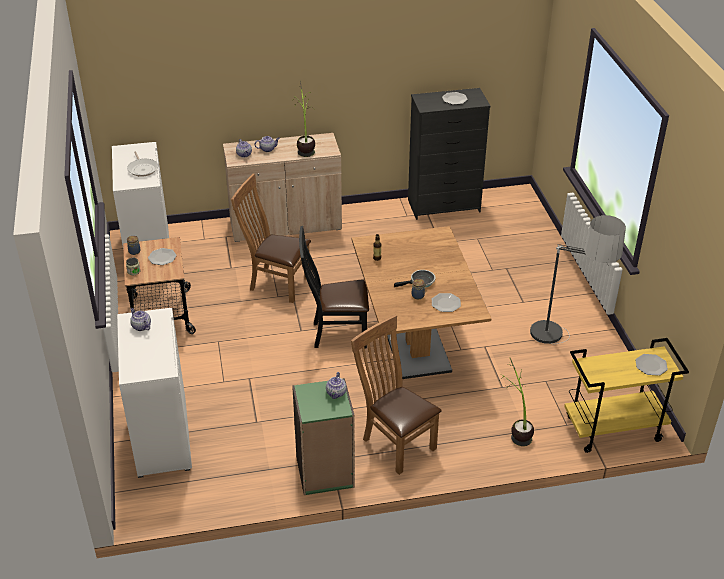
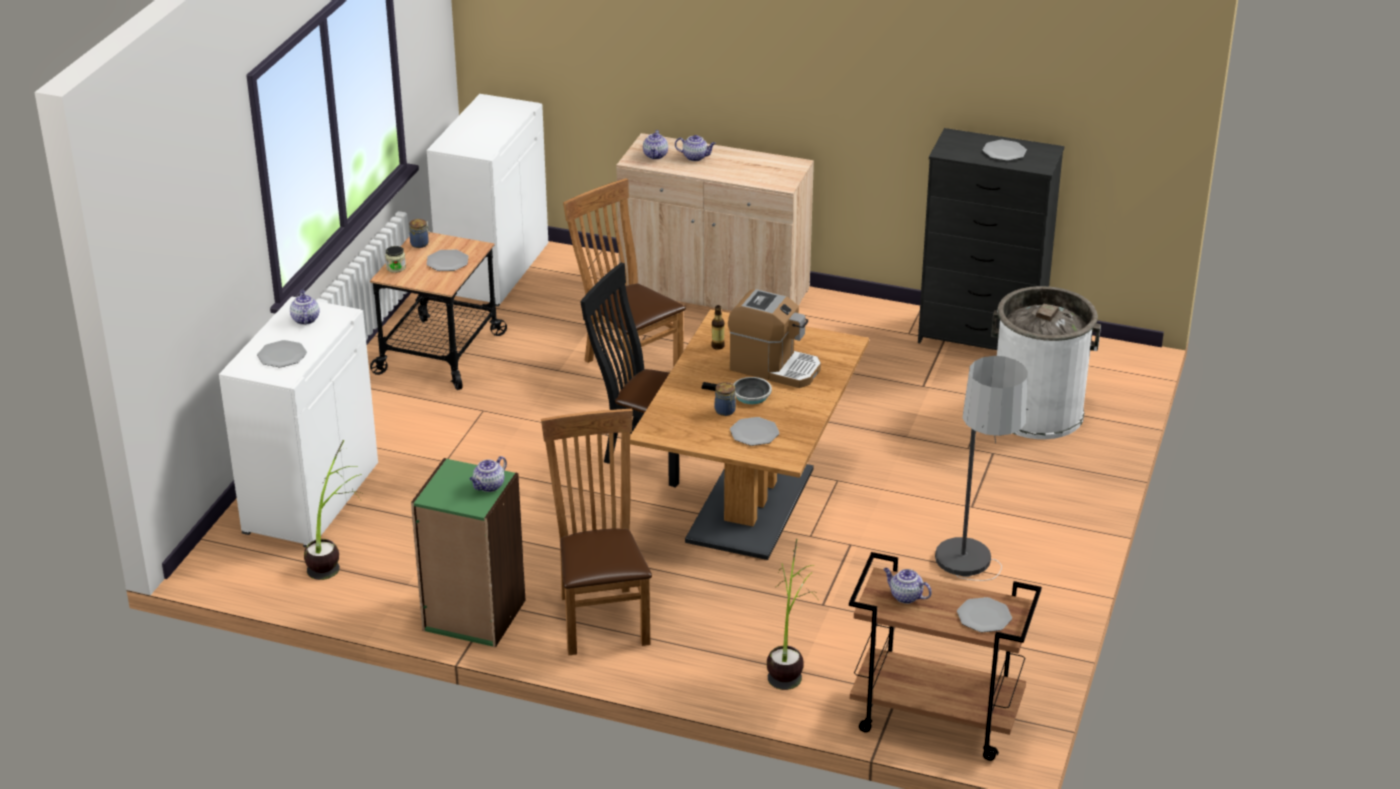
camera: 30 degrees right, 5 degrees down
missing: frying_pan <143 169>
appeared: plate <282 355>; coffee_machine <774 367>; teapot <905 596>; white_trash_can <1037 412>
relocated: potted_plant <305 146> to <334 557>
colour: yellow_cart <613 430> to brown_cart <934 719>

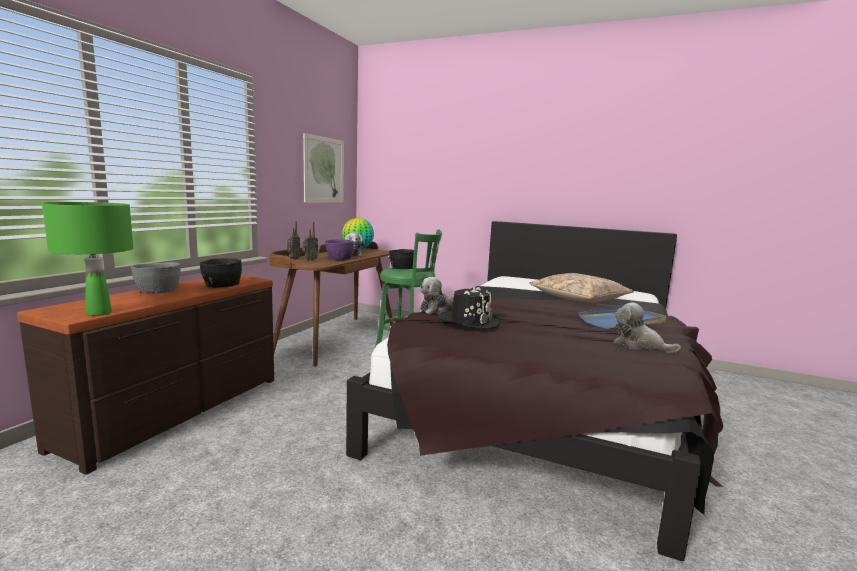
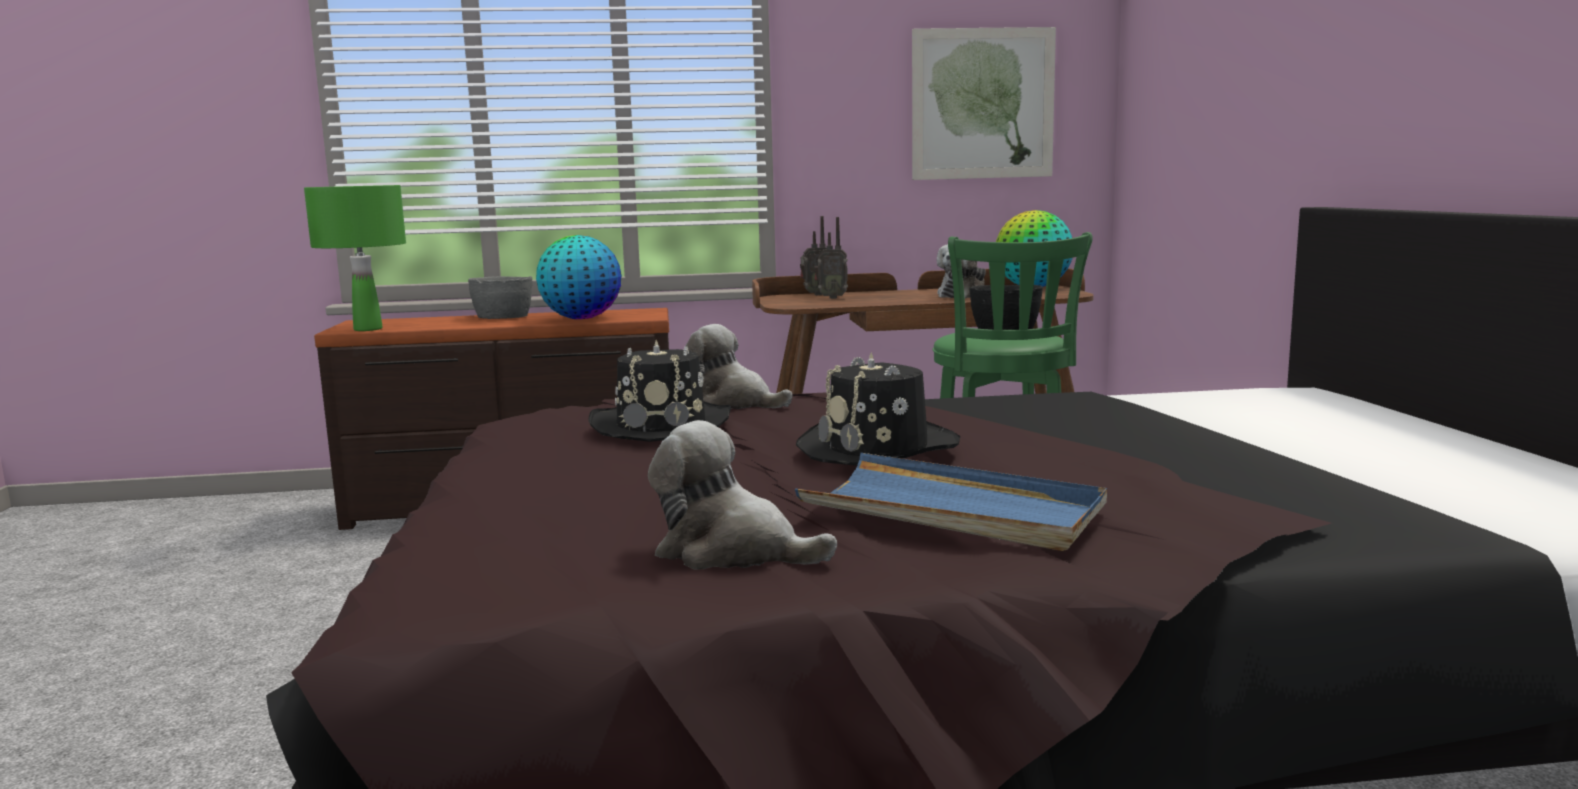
camera: 60 degrees right, 0 degrees up
missing: purple_bowl <339 259>; beige_pillow <579 298>
appeared: black_hat <879 448>
exchanged: black_bowl <221 285> to globe <581 319>
spun: plush_toy <639 345> = <732 552> 75 degrees counterclockwise

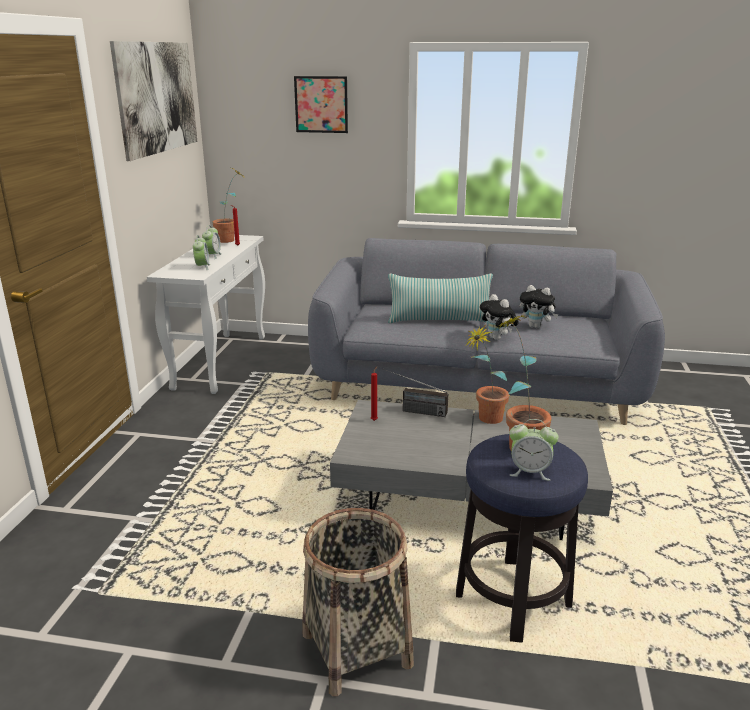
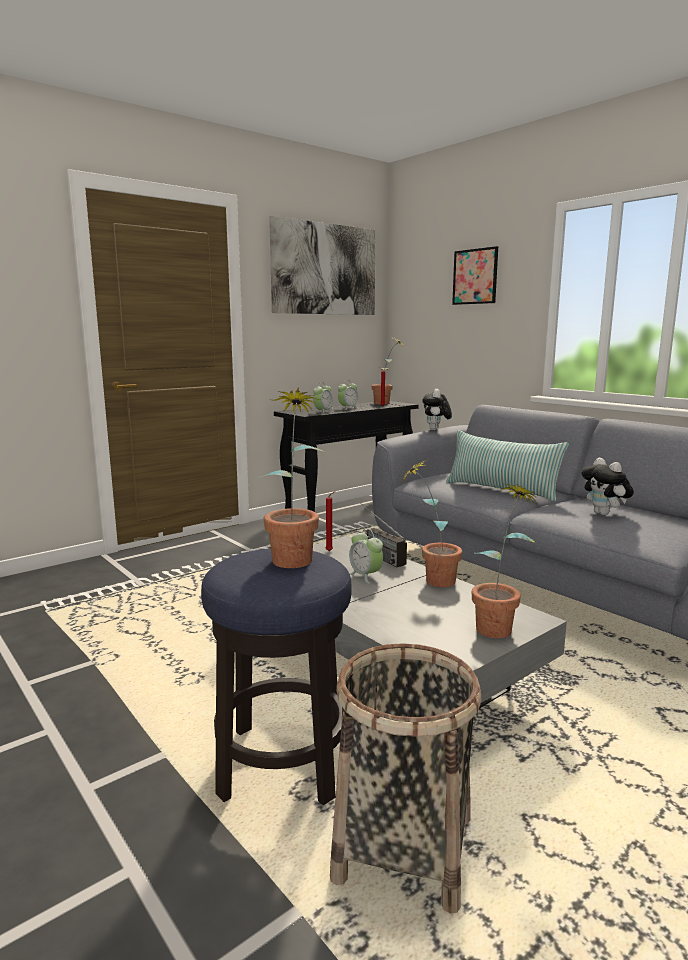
camera: 40 degrees right, 10 degrees down
appeared: potted_plant <499 626>
relocated: basket <356 648> to <403 847>; plush_toy <497 338> to <436 430>; alarm_clock <529 472> to <365 576>
colour: white_console_table <221 361> to black_console_table <349 510>

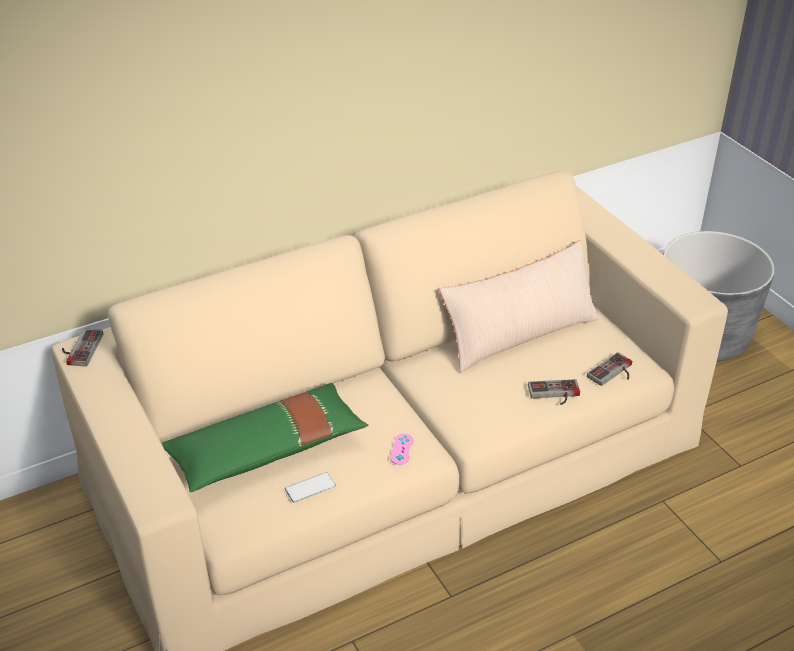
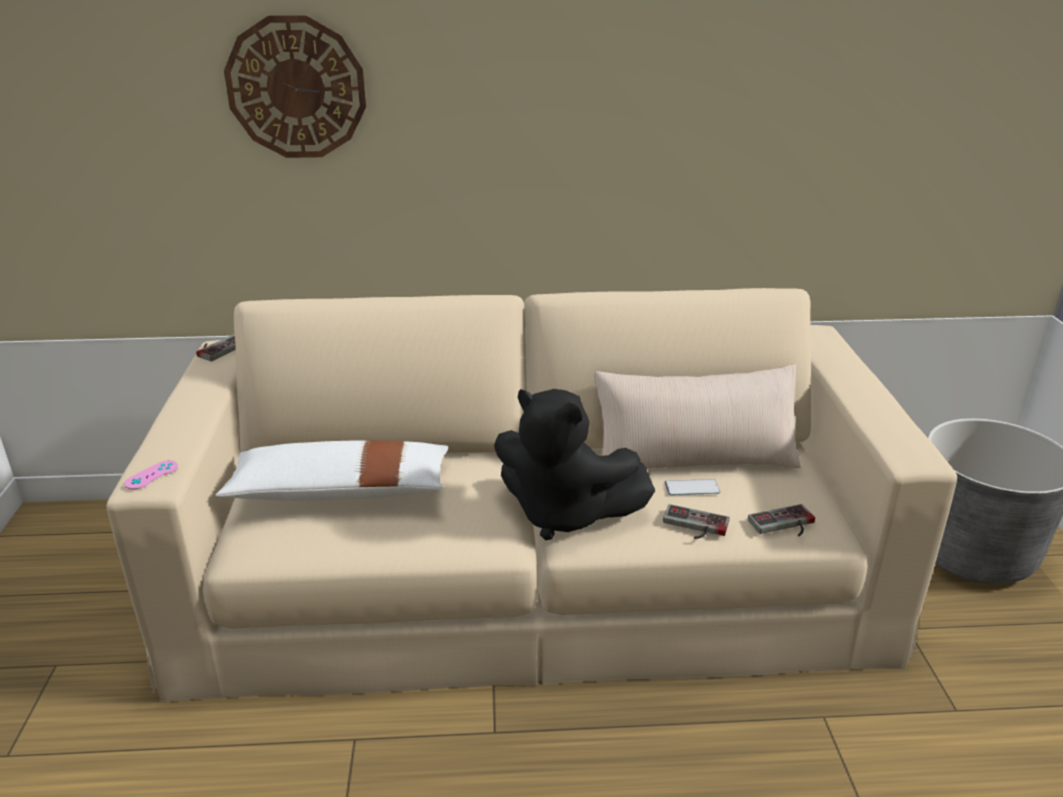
camera: 25 degrees right, 10 degrees down
appeared: wall_clock <296 88>; black_plush_toy <564 514>
relocated: phone <310 487> to <692 488>; pink_game_controller <402 449> to <151 475>
colour: green_pillow <267 450> to white_pillow <340 491>

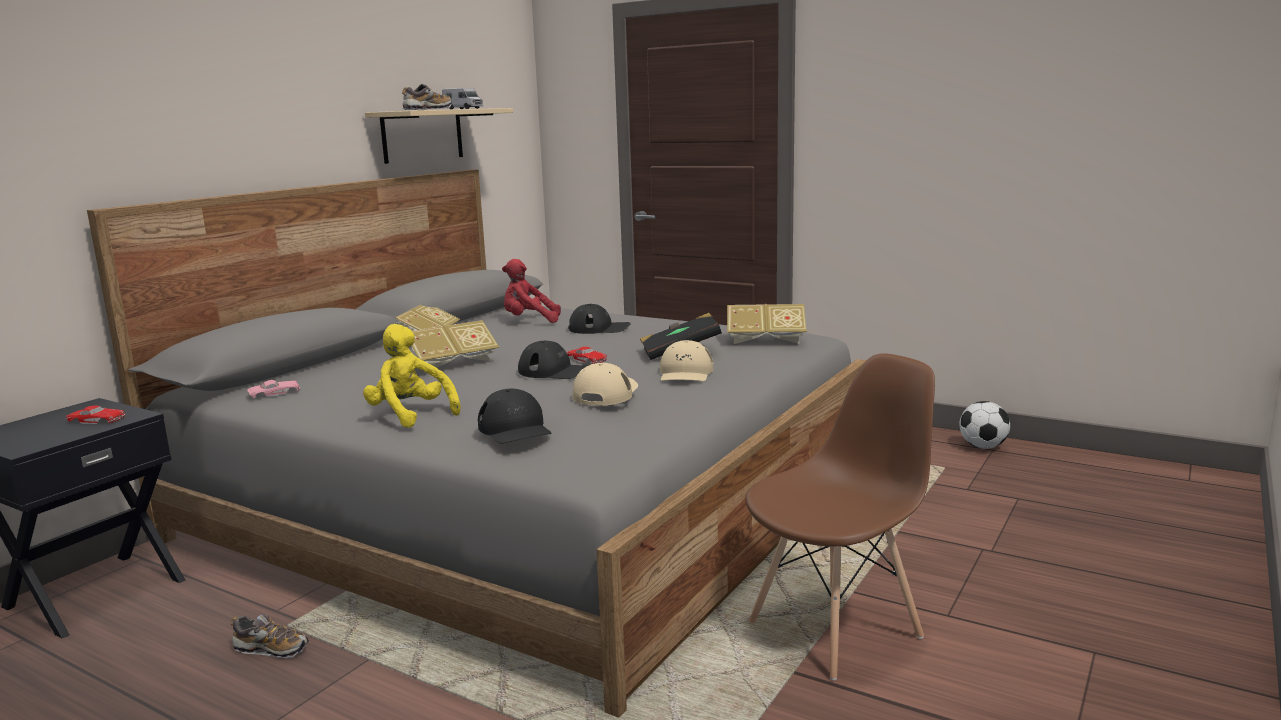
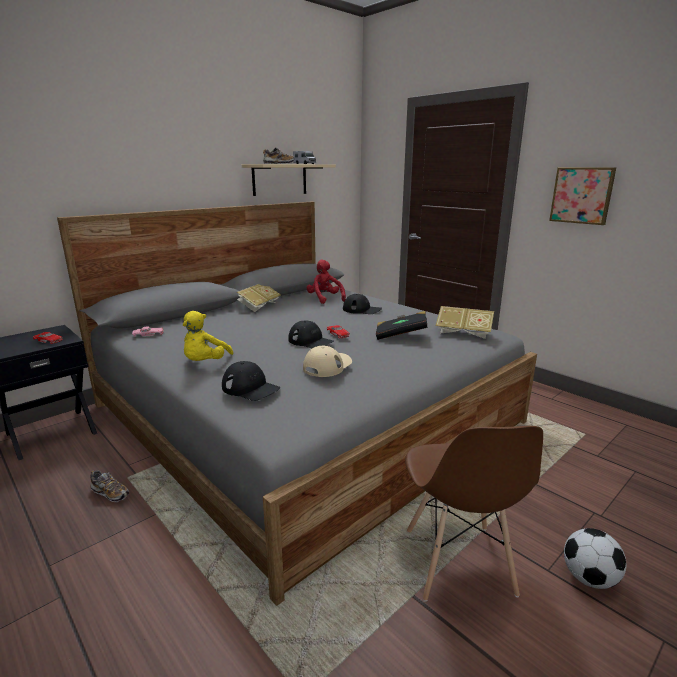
camera: 15 degrees right, 5 degrees up
missing: book <453 363>; beige_cap <685 373>
appeared: picture <582 195>
relocated: football <983 447> to <589 578>
spun: yellow_plush_toy <410 415> = <205 363> 135 degrees counterclockwise; black_cap <515 429> = <250 388> 45 degrees counterclockwise; red_plush_toy <529 321> = <325 299> 45 degrees clockwise; brown_chair <836 629> = <458 562> 105 degrees clockwise

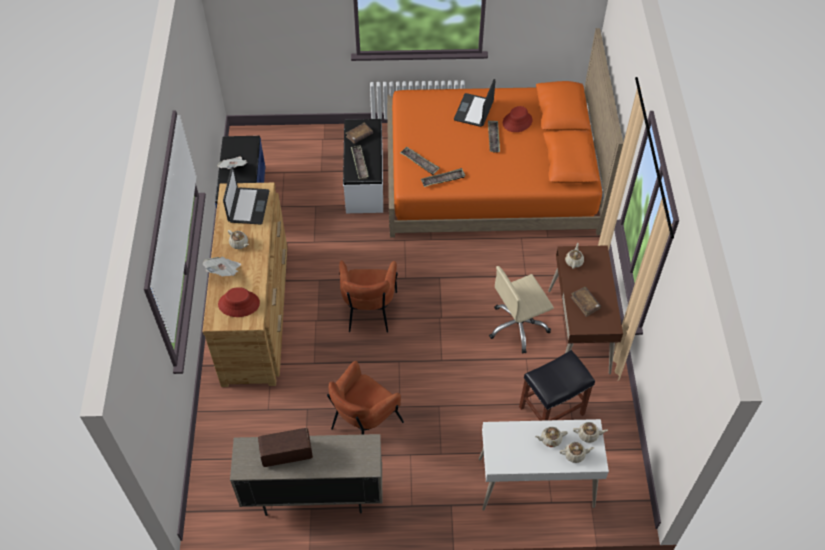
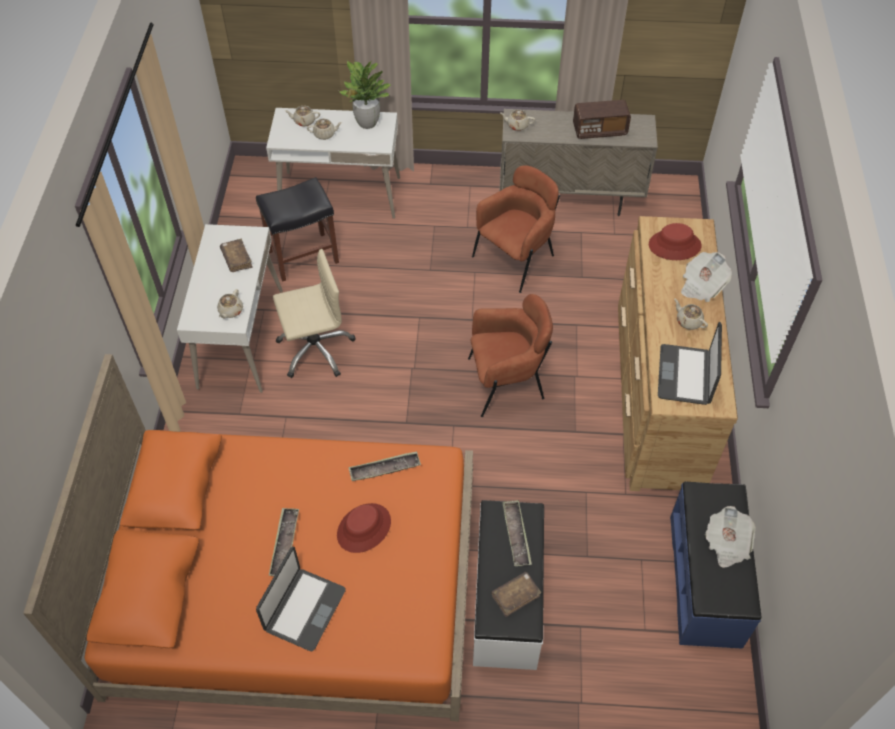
camera: 175 degrees left, 0 degrees up
missing: tray <419 162>
appeared: potted_plant <367 123>
relocated: red_hat <517 121> to <364 528>; beige_teapot <588 435> to <517 125>
colour: brown_desk <579 331> to white_desk <240 338>
spun: brown_armchair <369 311> = <506 382> 75 degrees clockwise

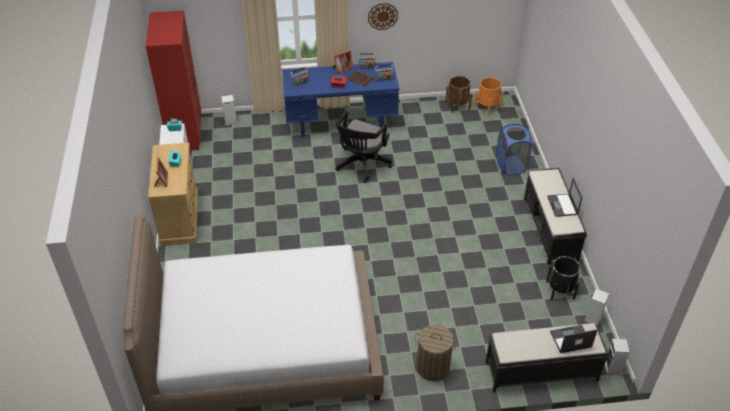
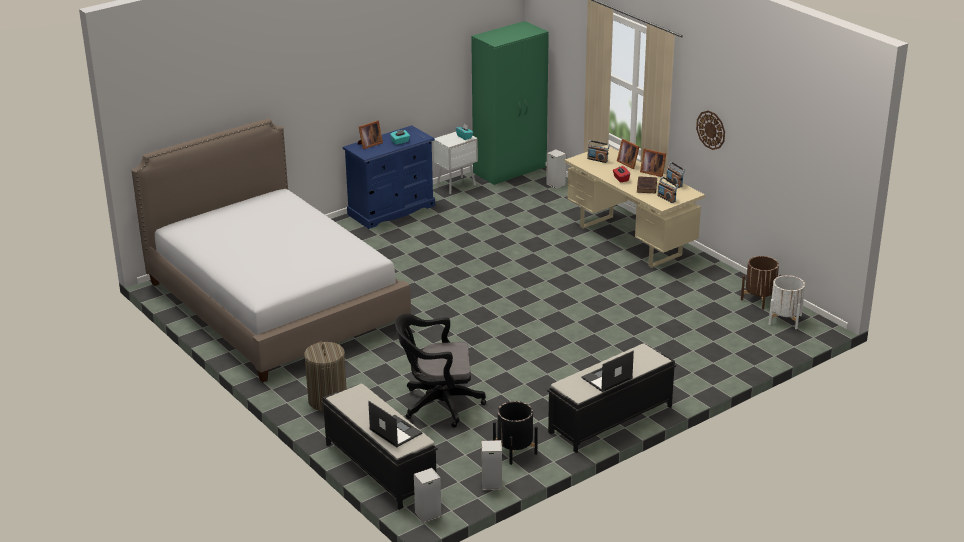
camera: 60 degrees right, 15 degrees down
missing: blue_laundry_basket <511 166>
appeared: picture_frame <628 163>
relocated: black_office_chair <361 165> to <438 404>
colour: red_wardrobe <186 132> to green_wardrobe <510 170>; beige_dresser <180 218> to blue_dresser <391 210>; blue_desk <341 123> to beige_desk <631 241>; orange_planter <487 107> to white_planter <785 320>

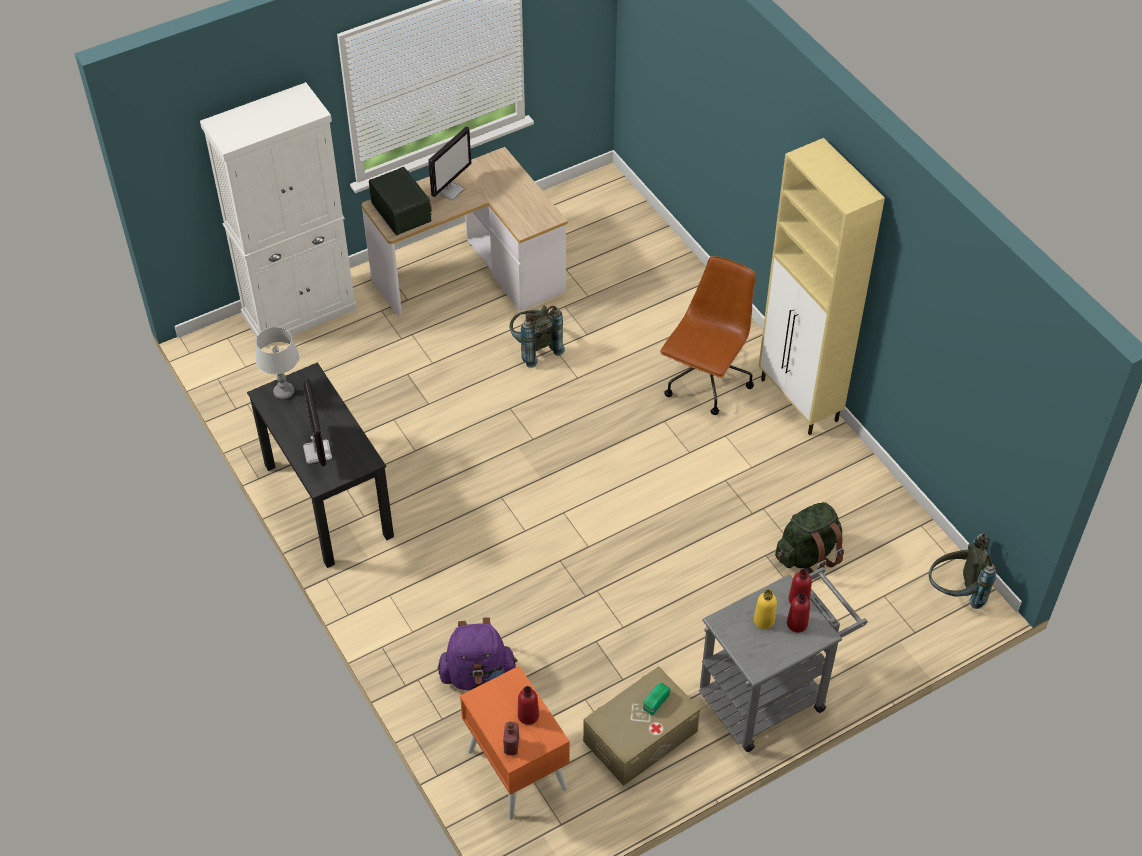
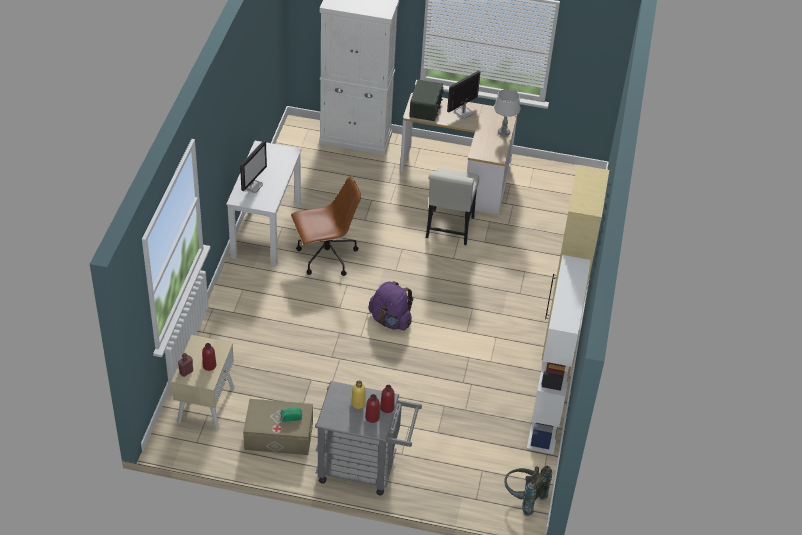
camera: 40 degrees right, 5 degrees down
missing: green_backpack <808 555>
appeared: white_bookcase <547 414>
relocated: grey_table_lamp <283 392> to <503 132>; purple_backpack <478 675> to <390 320>; brown_office_chair <706 382> to <326 257>
exchanged: grey_backpack <534 348> to white_chair <449 230>
colour: black_desk <328 500> to white_desk <266 229>; orange_nightstand <516 769> to beige_nightstand <206 404>
spun: monitor <450 190> = <463 113> 150 degrees clockwise

